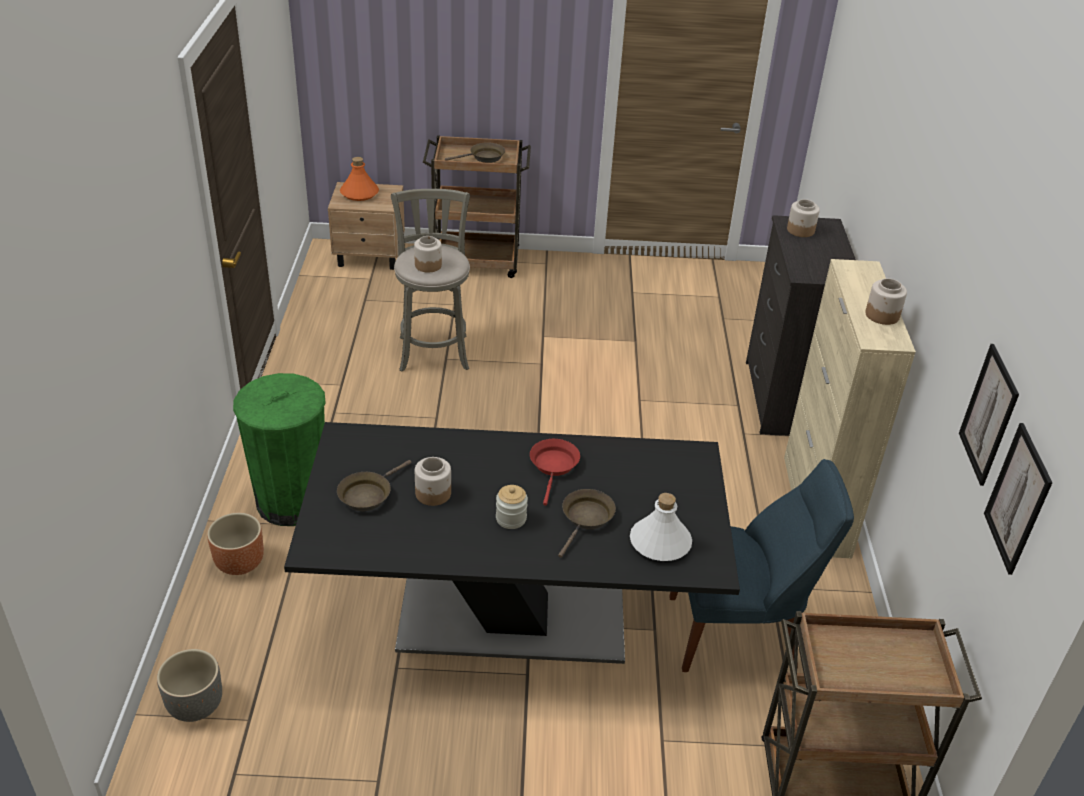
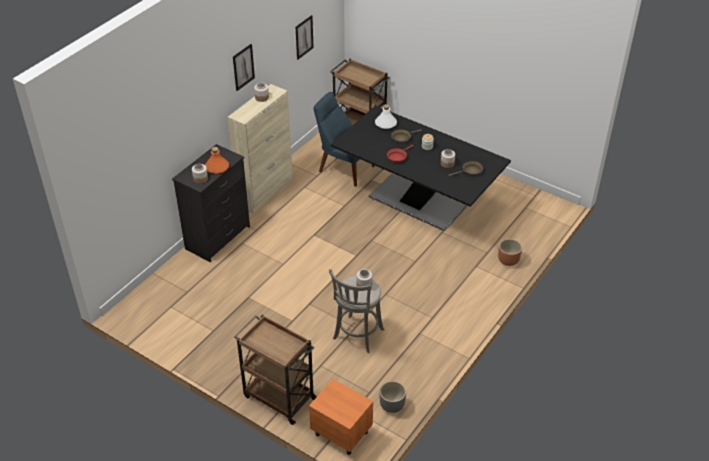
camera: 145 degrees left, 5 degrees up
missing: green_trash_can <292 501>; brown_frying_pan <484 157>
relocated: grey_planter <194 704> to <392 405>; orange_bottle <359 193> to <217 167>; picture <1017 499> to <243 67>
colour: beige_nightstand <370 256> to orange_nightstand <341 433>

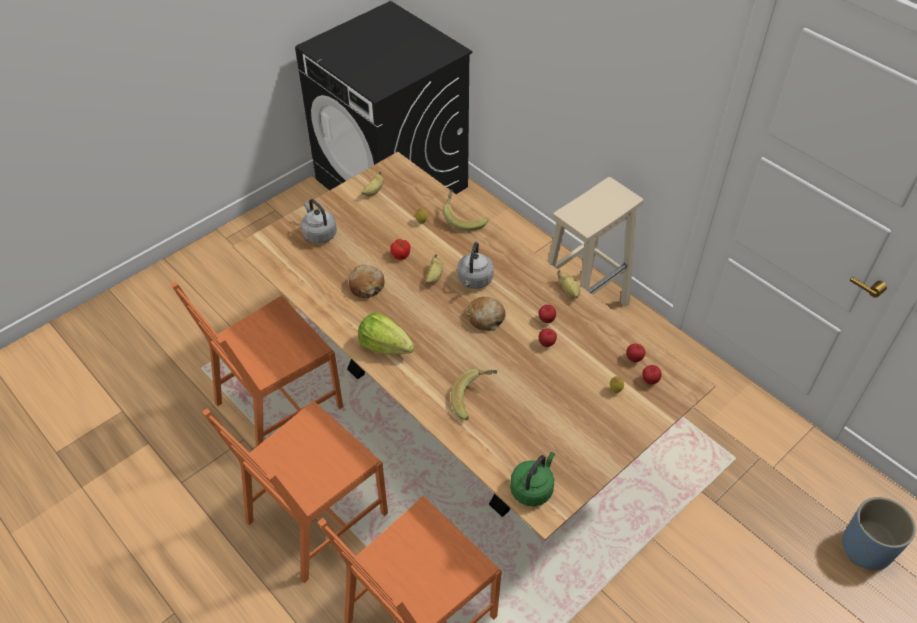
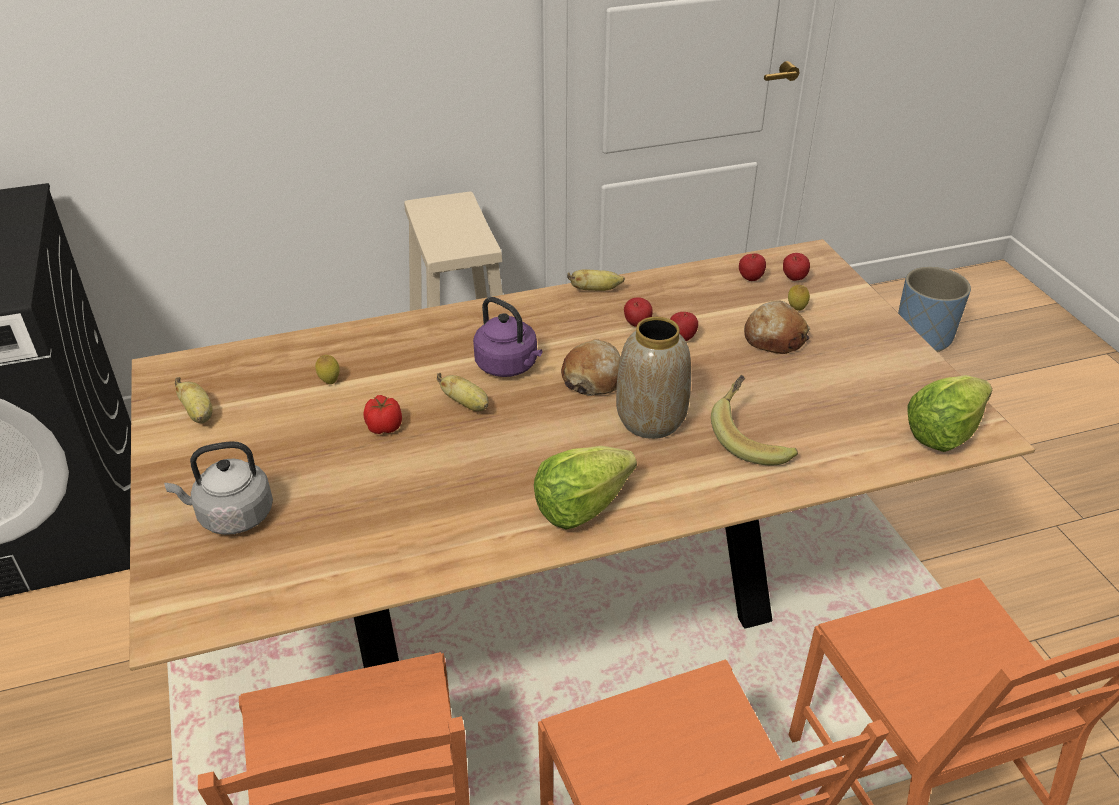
camera: 65 degrees left, 10 degrees down
missing: banana <464 218>
appeared: vase <652 420>
relocated: bread <366 286> to <774 338>
exchanged: green_kettle <532 488> to lettuce <943 432>
colour: grey_kettle <474 281> to purple_kettle <509 366>

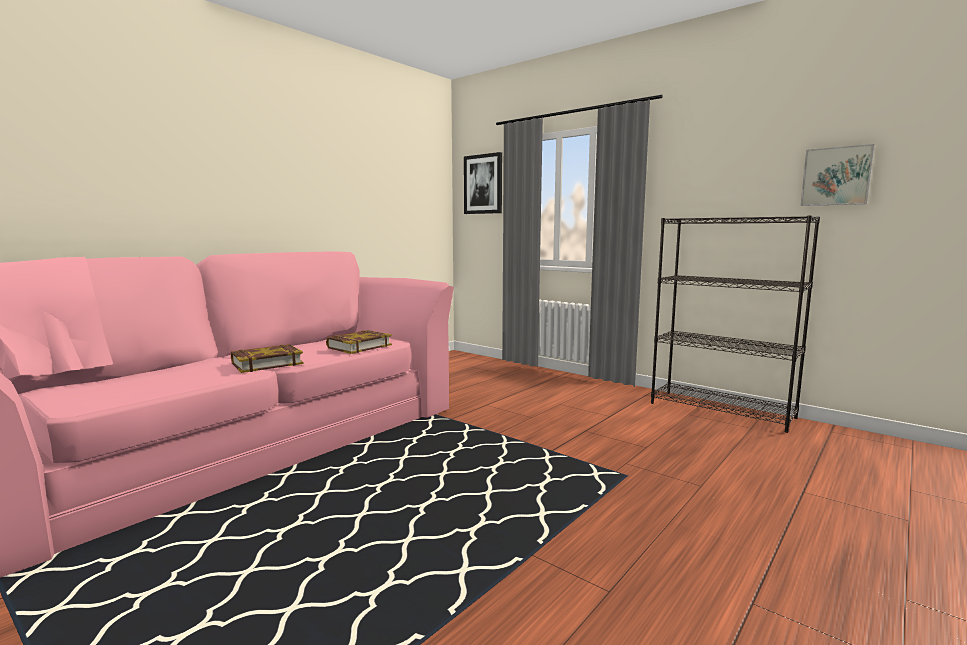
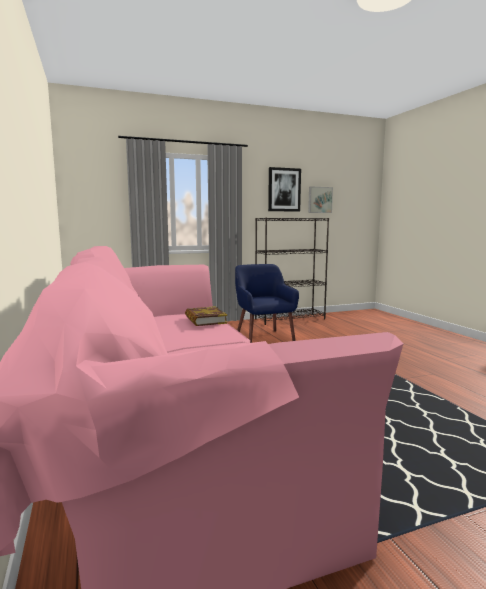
camera: 60 degrees left, 0 degrees up
missing: book <267 363>
appeared: blue_armchair <263 338>
relocated: picture <483 184> to <284 189>

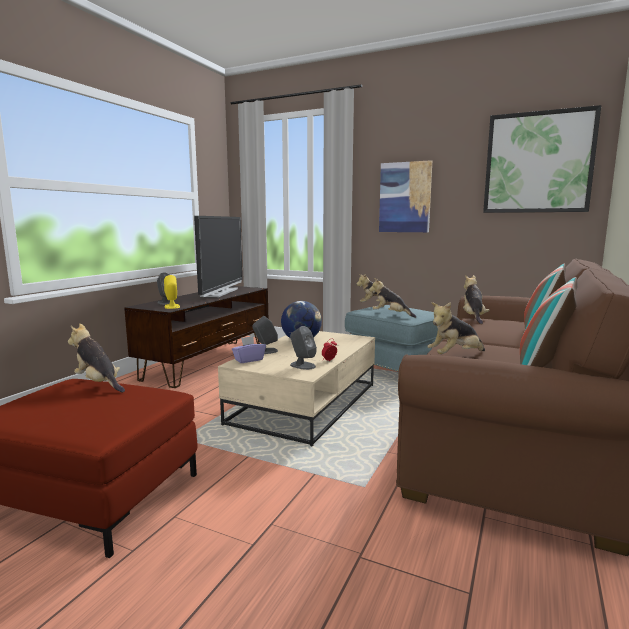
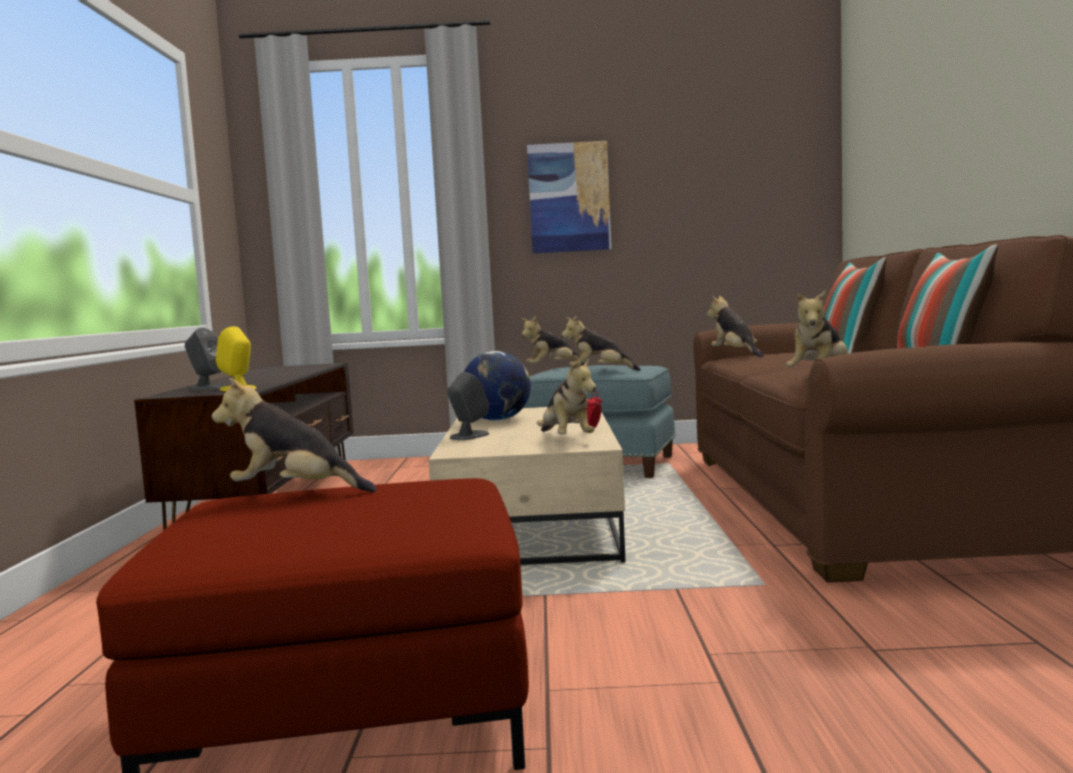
camera: 25 degrees left, 5 degrees down
missing: television <220 292>; purple_tissue_box <248 360>; picture <538 163>
exchanged: grey_speaker <302 365> to plush_toy <566 439>

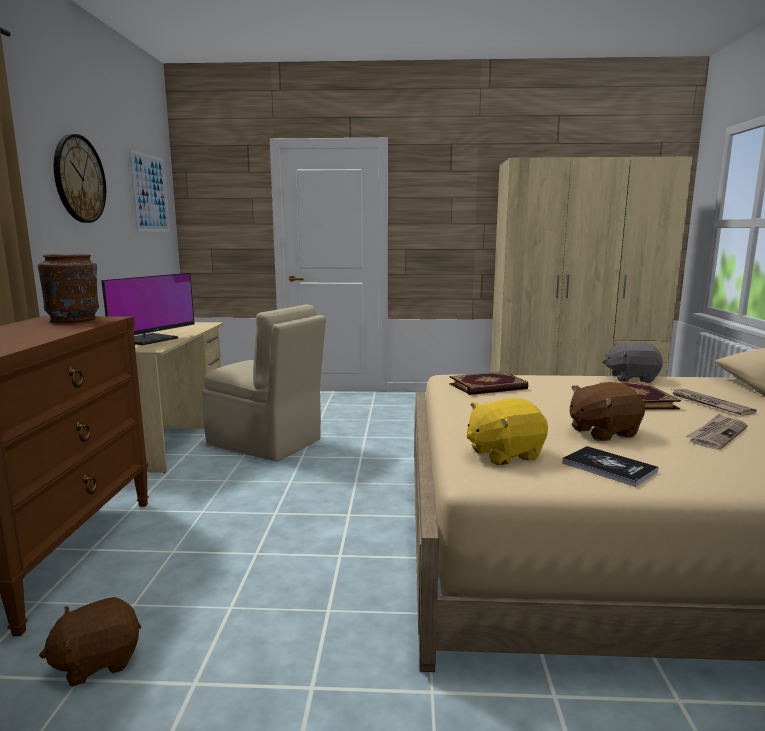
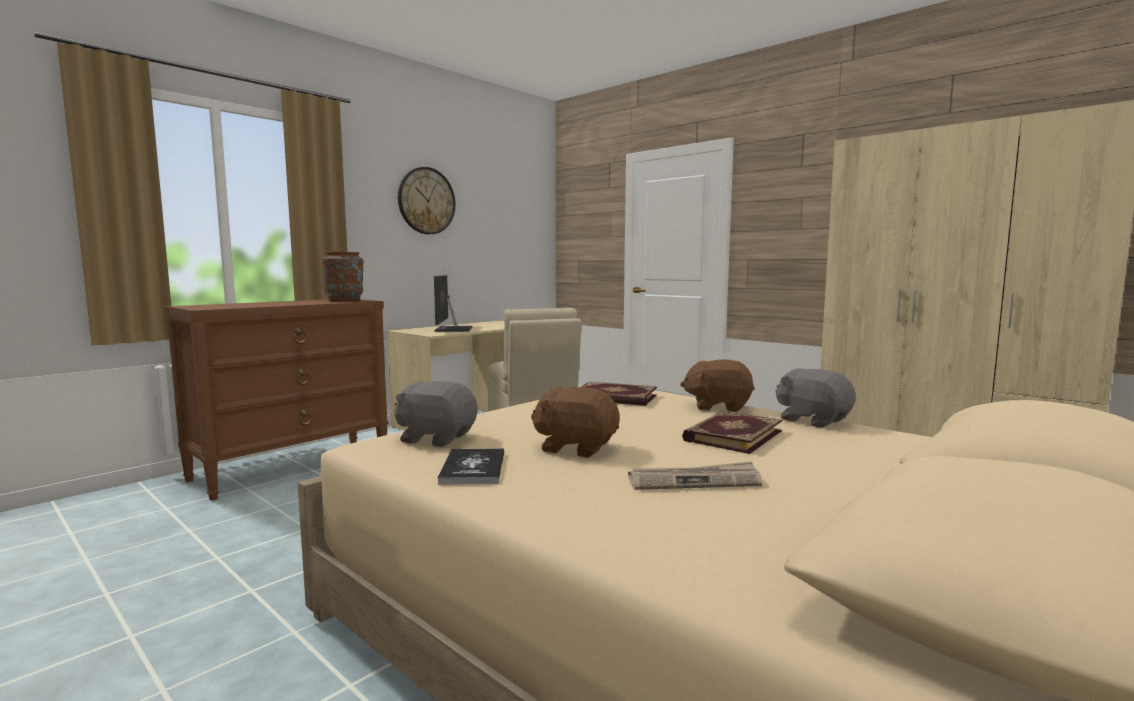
camera: 40 degrees right, 5 degrees down
missing: picture <150 193>; newspaper <709 404>
relocated: brown_plush_toy <97 661> to <718 406>
colour: yellow_plush_toy <504 454> to grey_plush_toy <436 438>
spun: monitor <148 340> = <452 329> 105 degrees clockwise

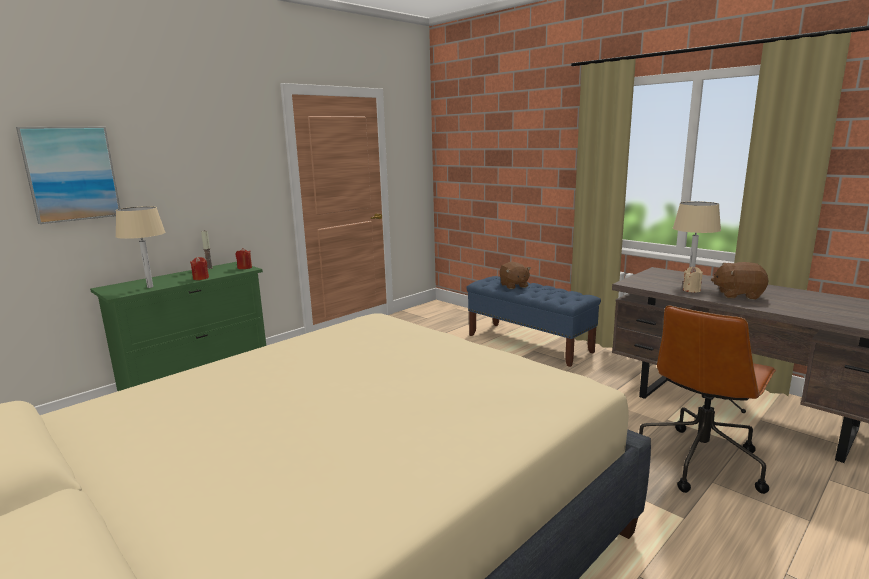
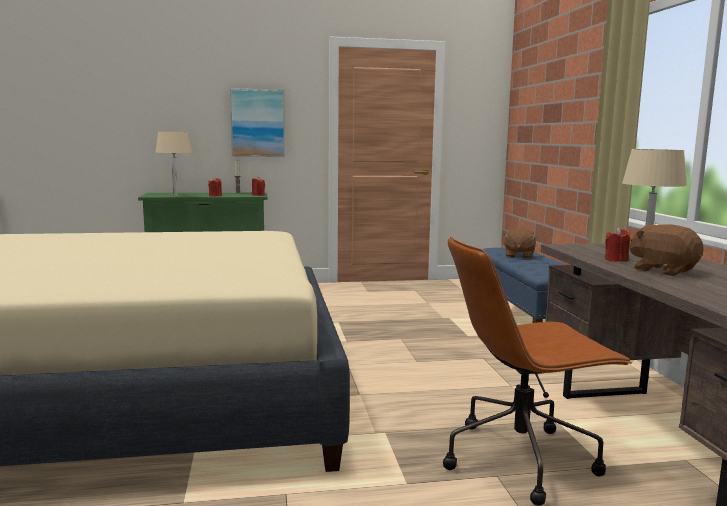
camera: 35 degrees right, 5 degrees down
relocated: picture <71 174> to <257 123>
colour: beige_candle <691 290> to red_candle <616 259>

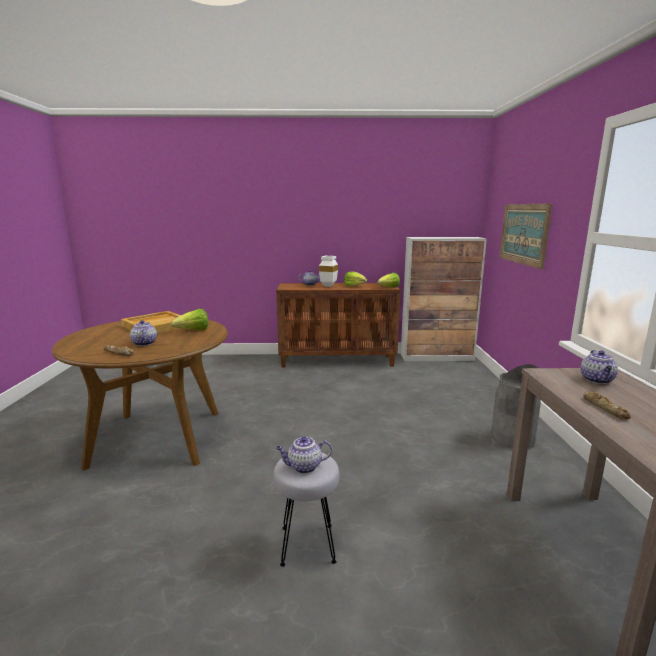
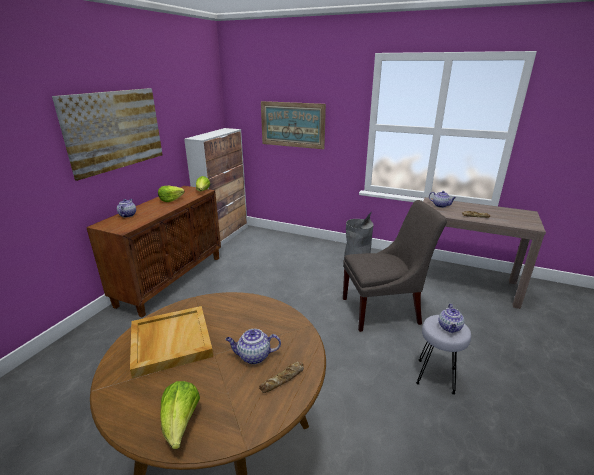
camera: 65 degrees left, 10 degrees up
missing: white_vase <328 286>
appeared: picture <115 130>; grey_chair <384 310>
relocated: lettuce <193 331> to <181 424>

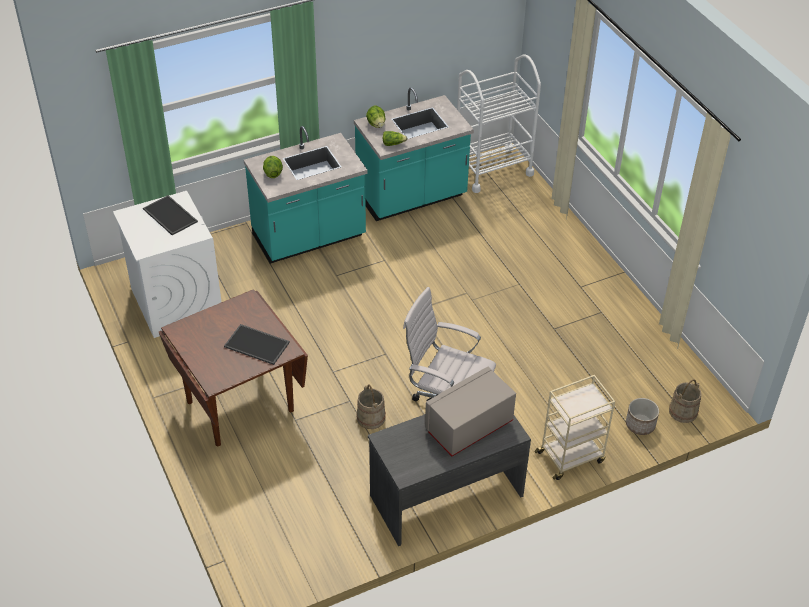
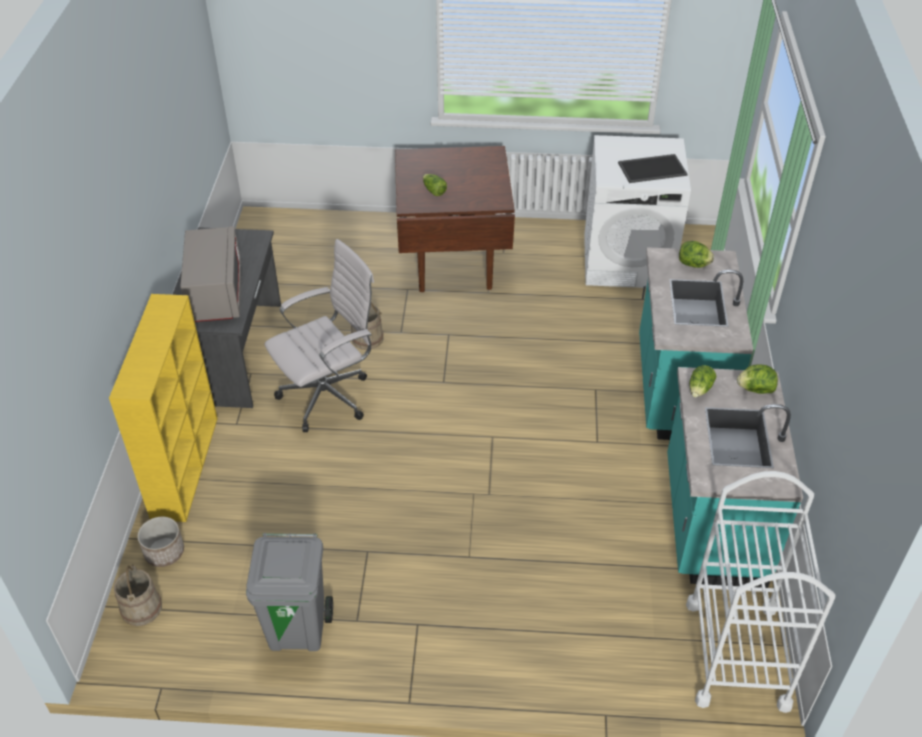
camera: 120 degrees right, 0 degrees up
appeared: grey_trash_can <298 629>
exchanged: tray <258 344> to lettuce <434 191>; beige_cart <571 456> to yellow_bookcase <185 465>

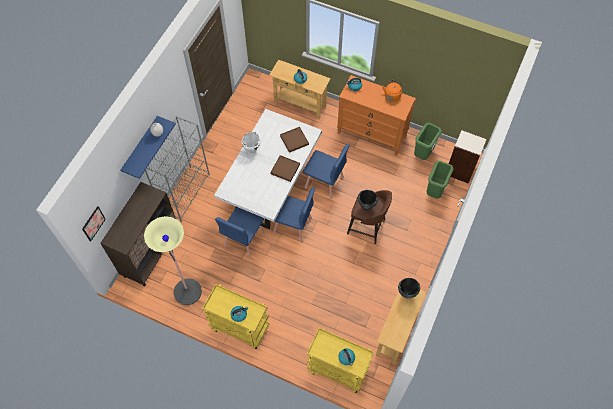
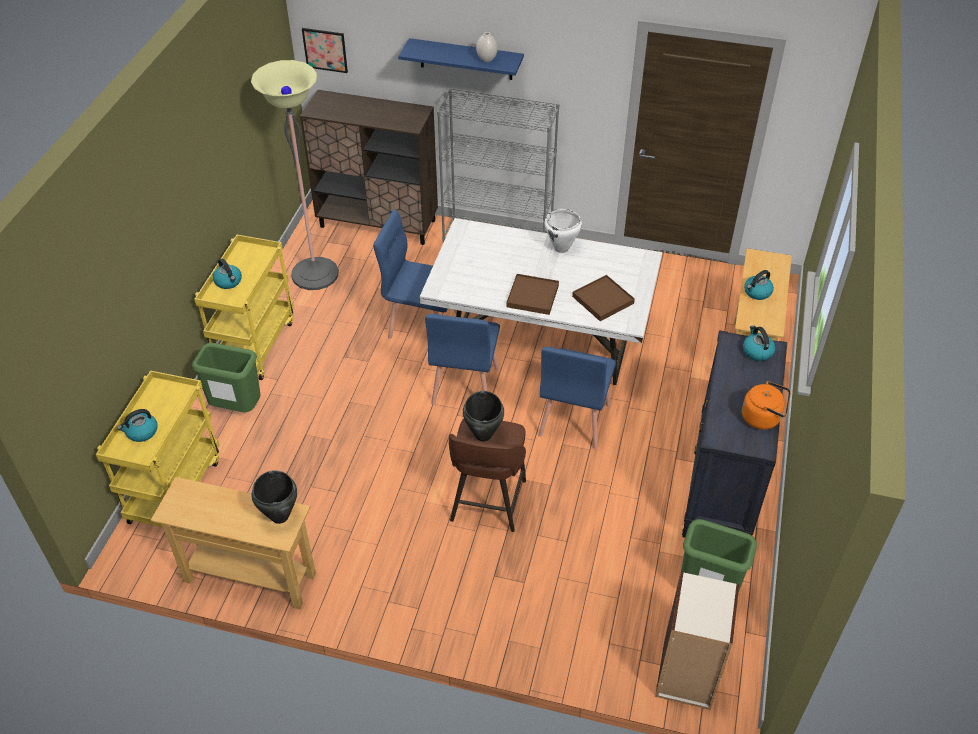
camera: 80 degrees right, 15 degrees down
relocated: green_trash_can <435 191> to <236 409>
colour: orange_dresser <372 134> to black_dresser <722 486>

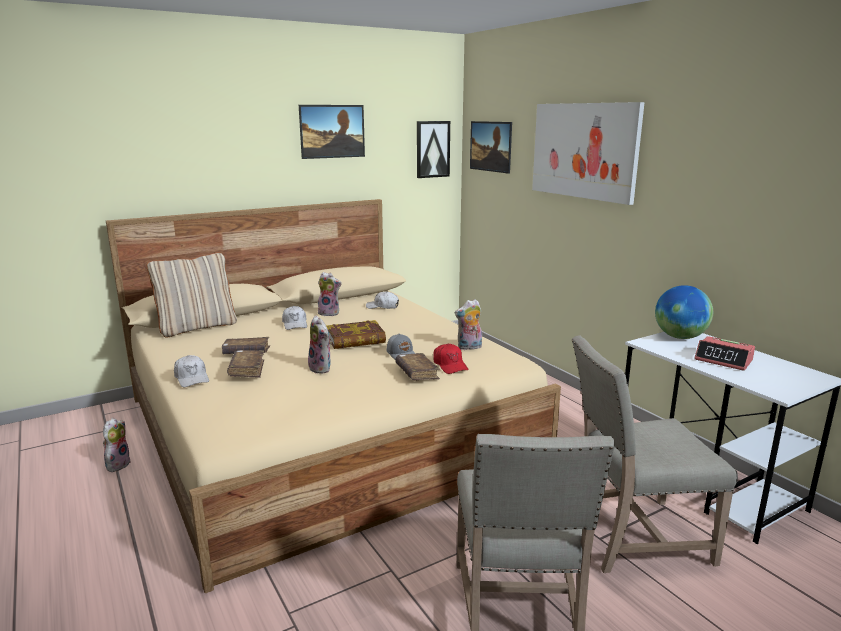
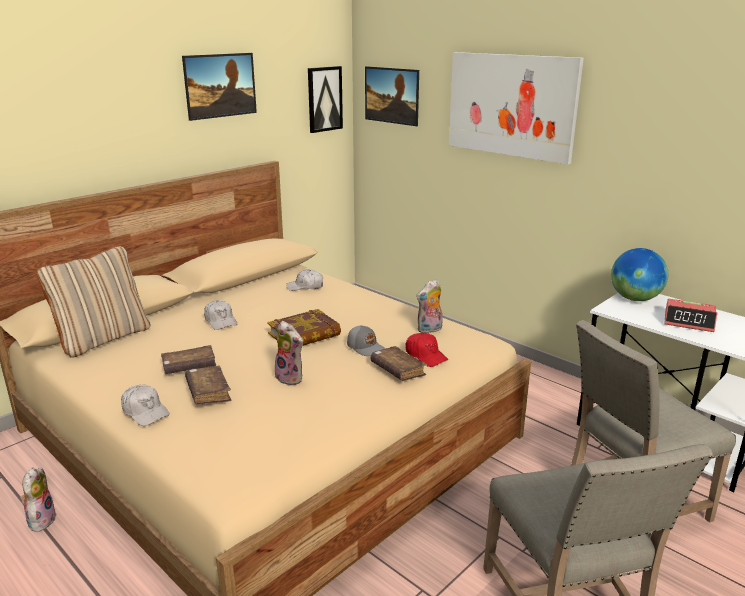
camera: 15 degrees left, 5 degrees up
missing: plush_toy <330 313>

